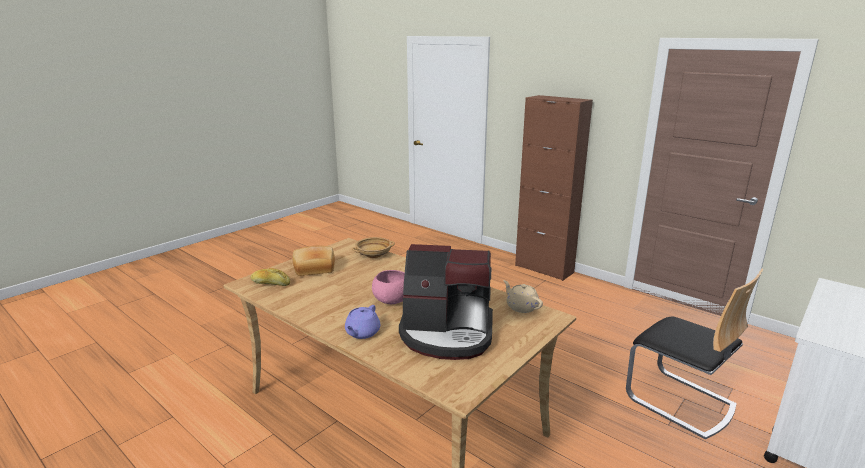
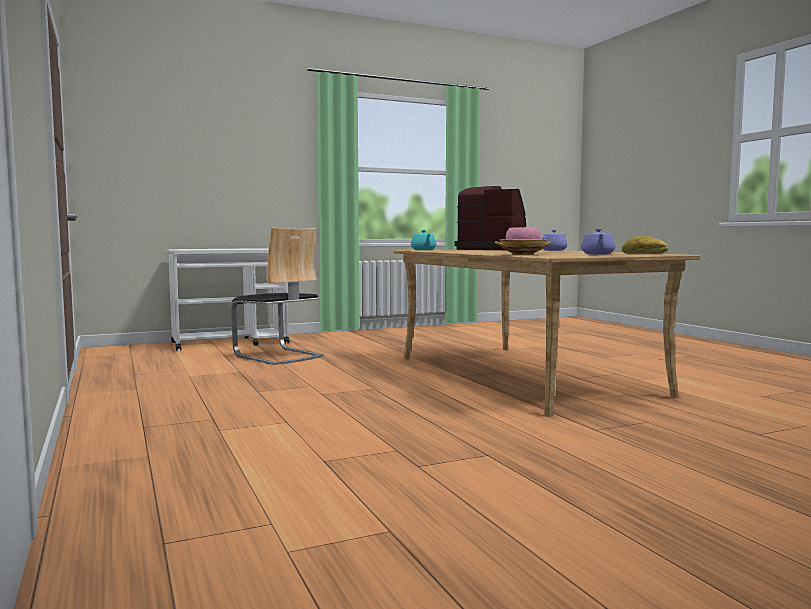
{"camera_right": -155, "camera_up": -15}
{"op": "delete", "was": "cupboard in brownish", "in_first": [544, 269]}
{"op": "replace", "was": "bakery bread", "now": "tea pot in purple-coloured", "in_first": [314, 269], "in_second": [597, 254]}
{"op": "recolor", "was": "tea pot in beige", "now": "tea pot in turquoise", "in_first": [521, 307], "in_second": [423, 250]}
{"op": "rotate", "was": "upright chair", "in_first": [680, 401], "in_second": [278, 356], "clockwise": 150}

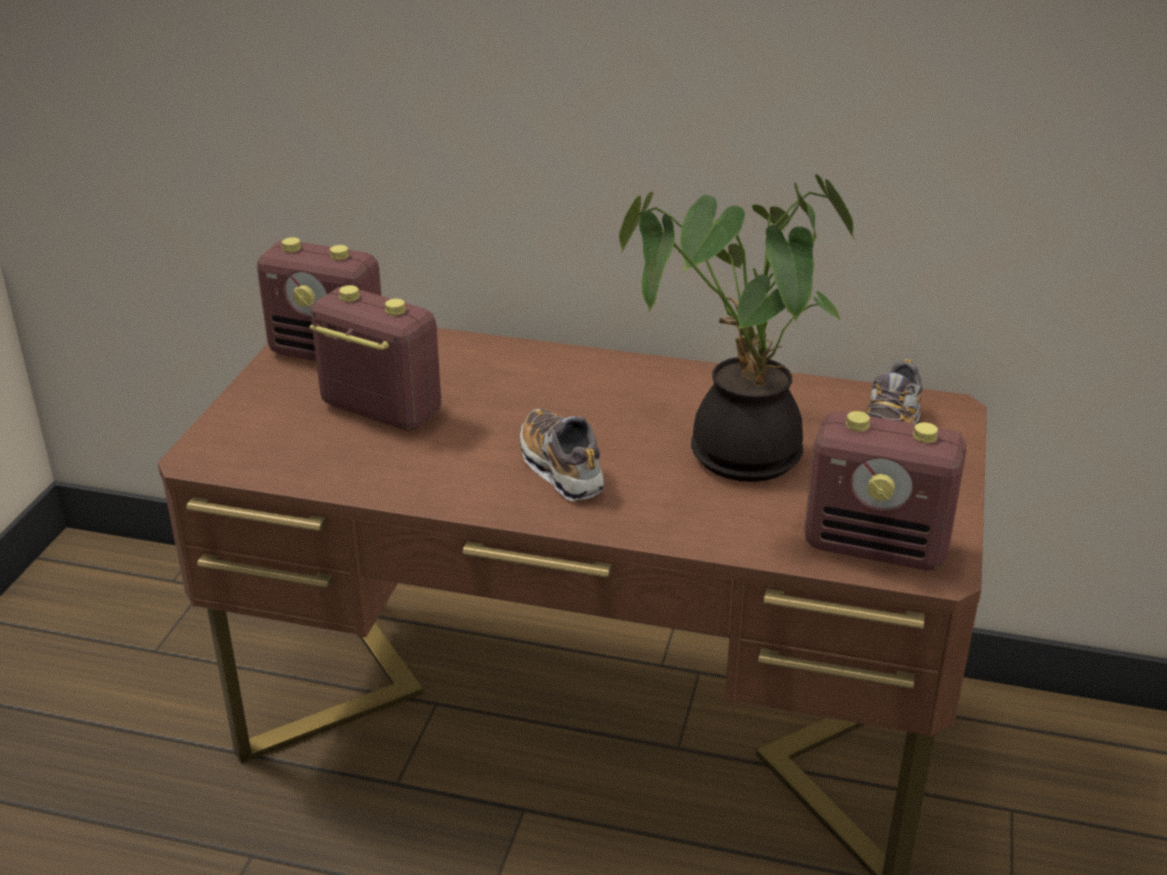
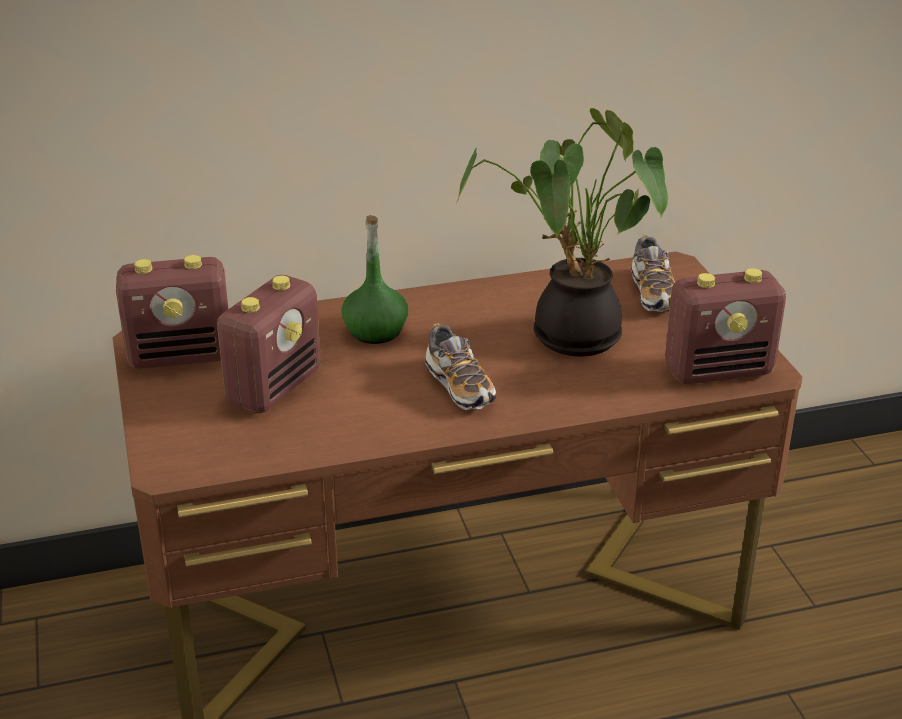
{"camera_right": -30, "camera_up": 0}
{"op": "insert", "now": "bottle in green-coloured", "in_second": [376, 331]}
{"op": "rotate", "was": "radio set", "in_first": [379, 410], "in_second": [274, 387], "clockwise": 120}
{"op": "rotate", "was": "shoe", "in_first": [561, 468], "in_second": [459, 386], "clockwise": -150}

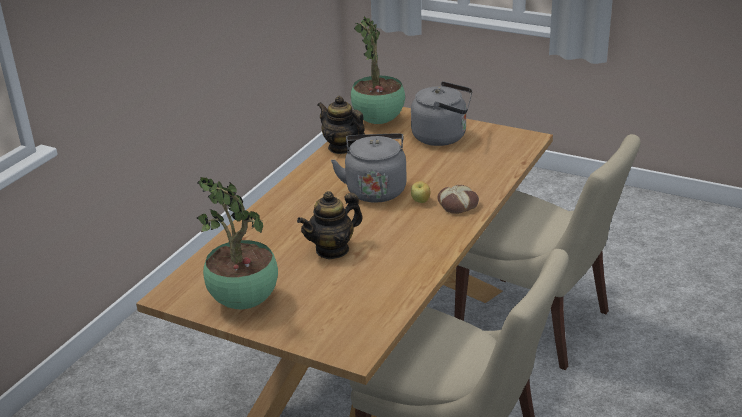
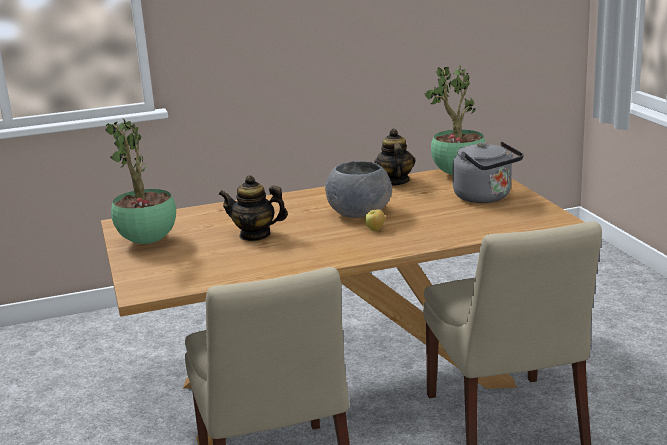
{"camera_right": 45, "camera_up": -10}
{"op": "delete", "was": "bakery bread", "in_first": [458, 204]}
{"op": "replace", "was": "tea kettle in gray", "now": "bowl in gray", "in_first": [375, 189], "in_second": [360, 212]}

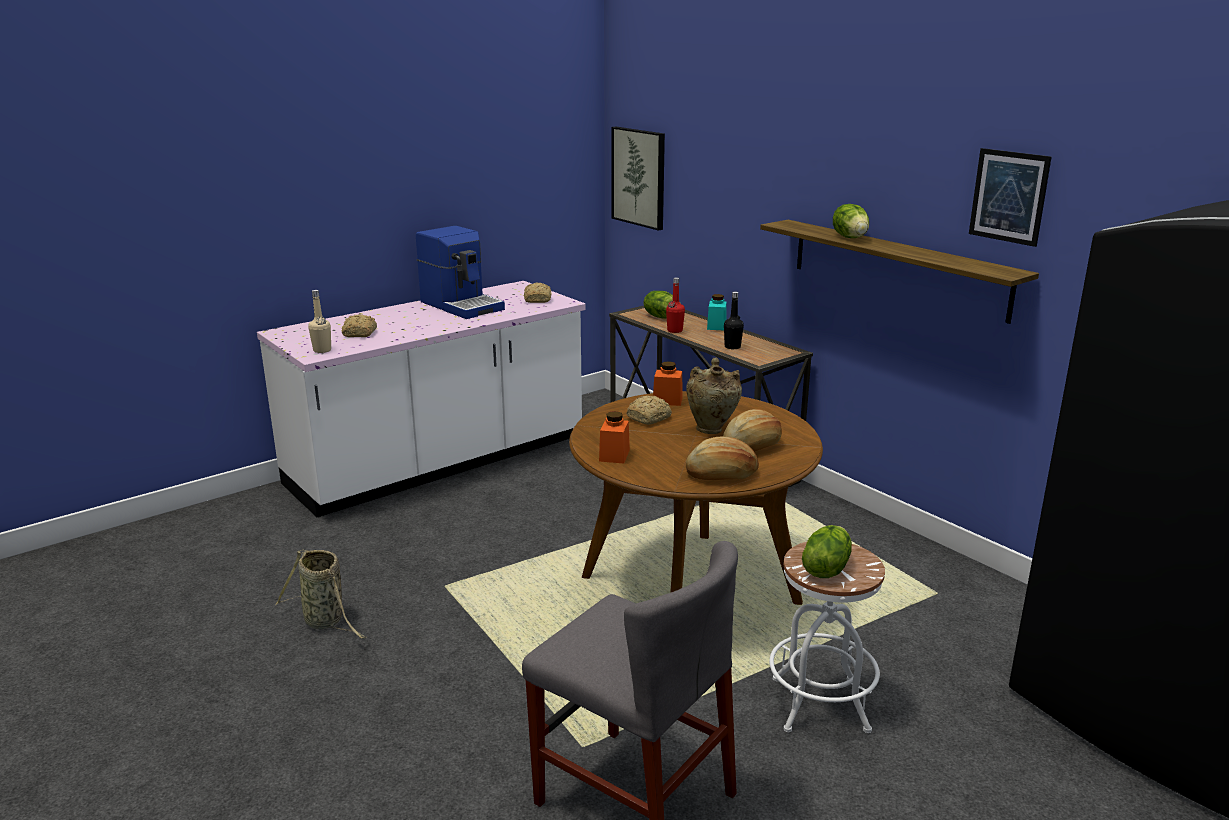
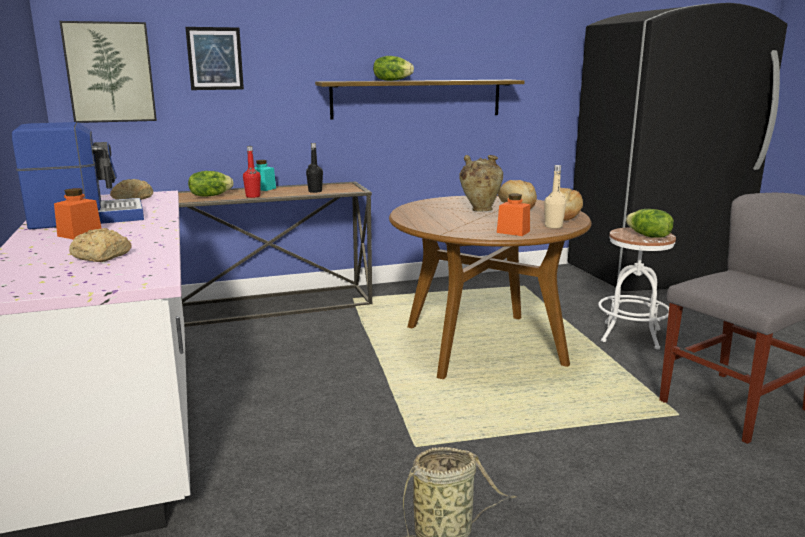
{"camera_right": -70, "camera_up": -5}
{"op": "delete", "was": "bakery bread", "in_first": [650, 418]}
{"op": "move", "was": "bottle in beige", "in_first": [322, 350], "in_second": [553, 226]}
{"op": "move", "was": "storage jar in orange-coloured", "in_first": [667, 400], "in_second": [80, 234]}
{"op": "move", "was": "wall picture", "in_first": [1008, 196], "in_second": [215, 58]}

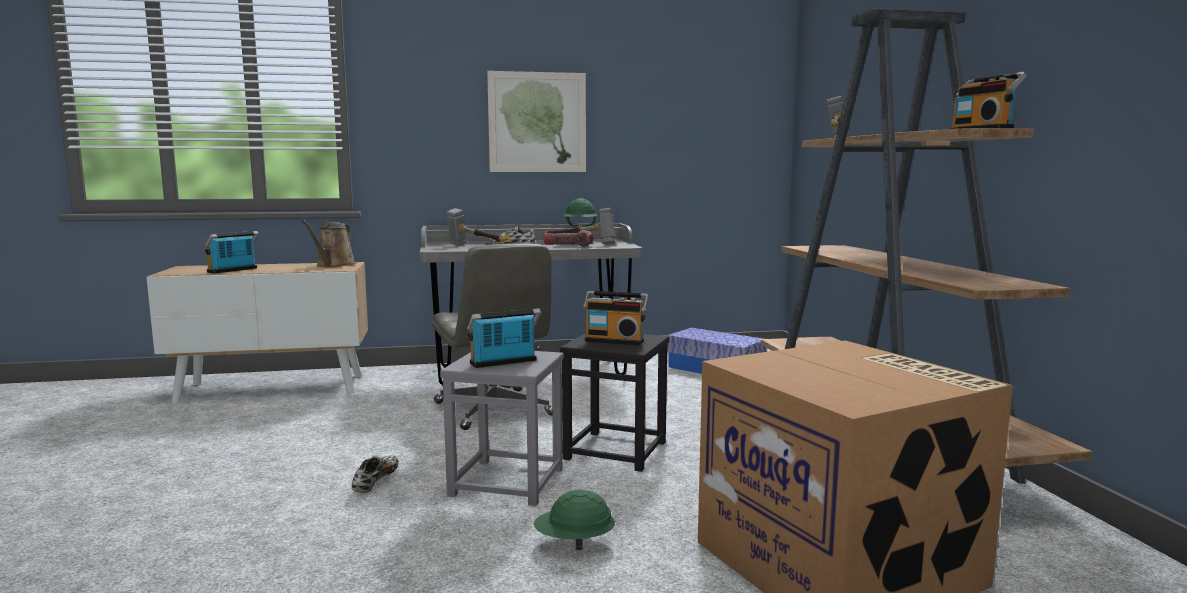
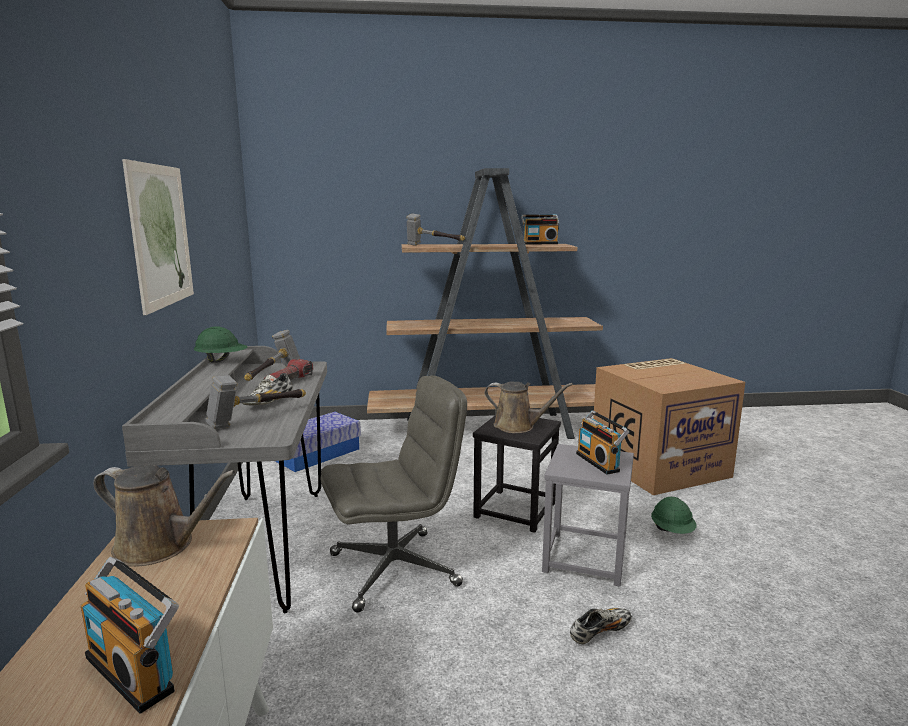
{"camera_right": -85, "camera_up": 5}
{"op": "replace", "was": "radio set", "now": "watering can in brownish", "in_first": [615, 341], "in_second": [518, 426]}
{"op": "rotate", "was": "shoe", "in_first": [376, 481], "in_second": [600, 632], "clockwise": 135}

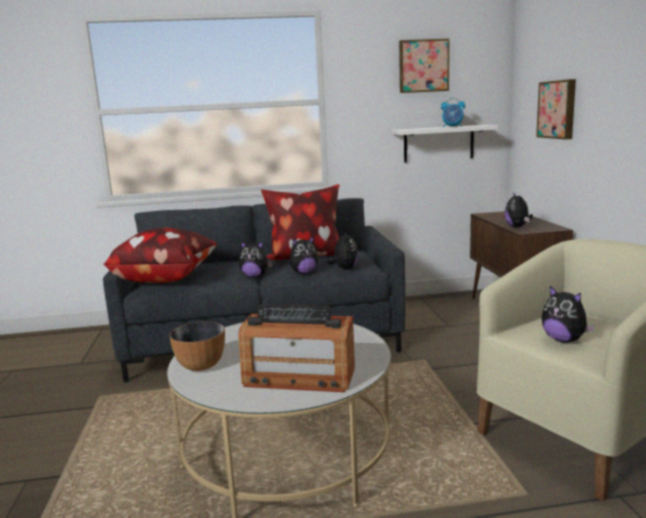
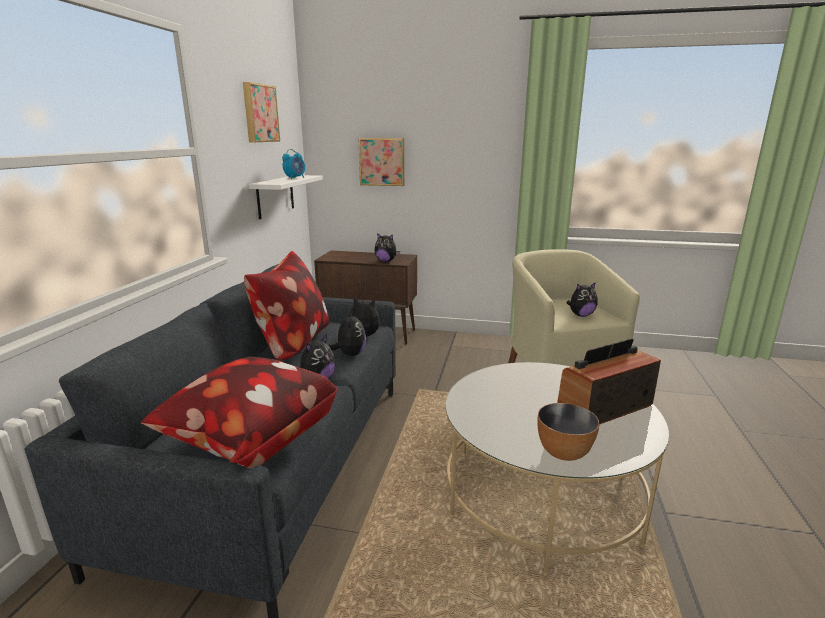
{"camera_right": -70, "camera_up": 5}
{"op": "rotate", "was": "radio set", "in_first": [299, 377], "in_second": [604, 407], "clockwise": -150}

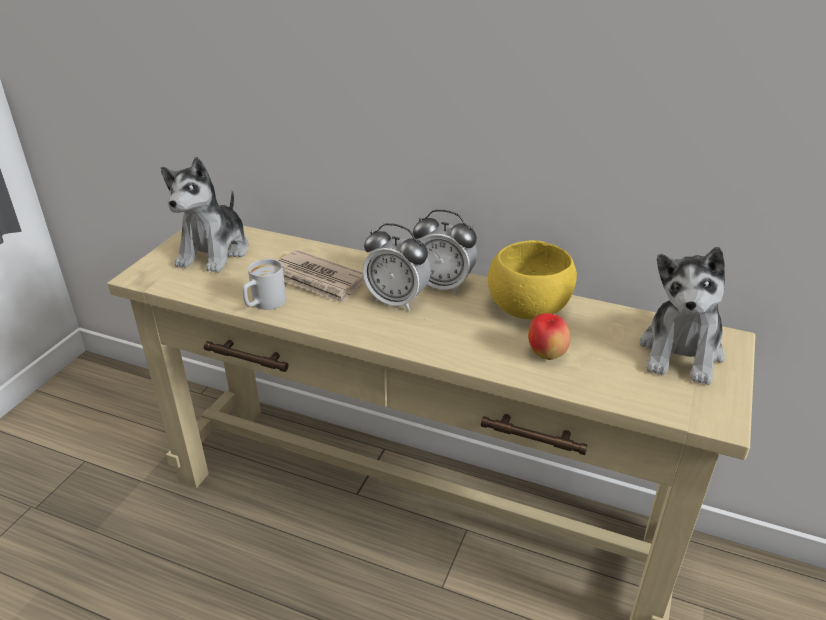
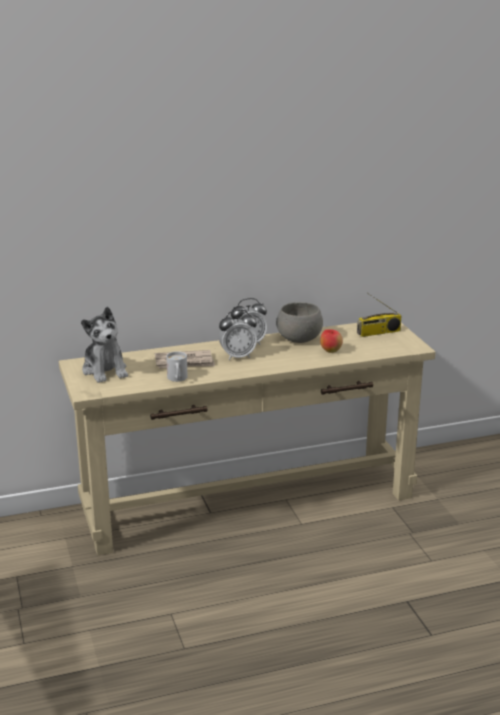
{"camera_right": -40, "camera_up": -10}
{"op": "replace", "was": "plush toy", "now": "radio set", "in_first": [681, 352], "in_second": [378, 332]}
{"op": "recolor", "was": "bowl in yellowish", "now": "bowl in gray", "in_first": [527, 308], "in_second": [298, 339]}

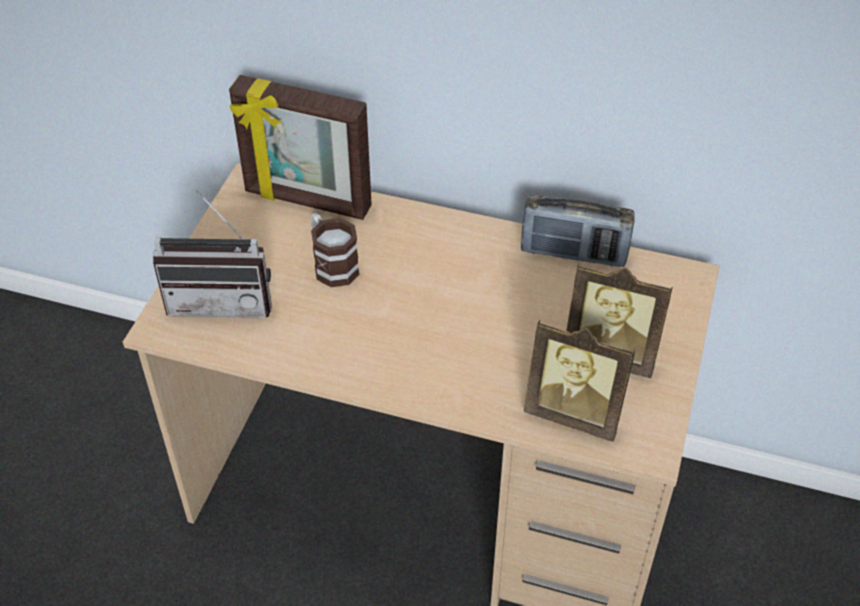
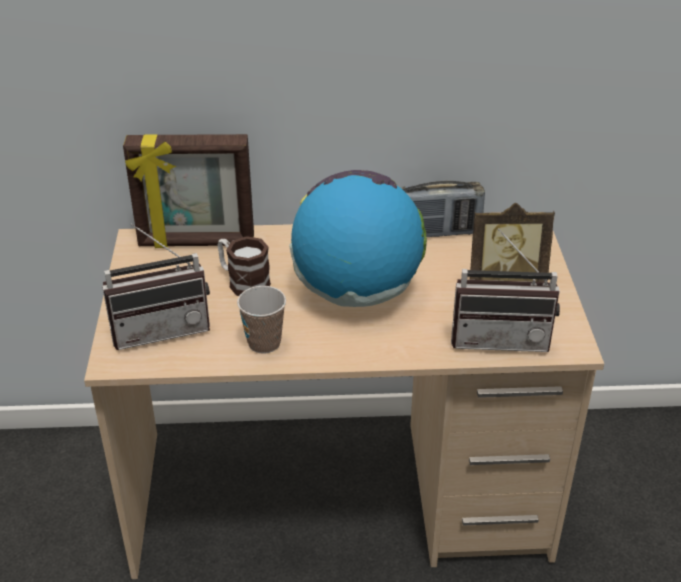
{"camera_right": -20, "camera_up": -10}
{"op": "insert", "now": "cup", "in_second": [264, 343]}
{"op": "insert", "now": "world globe", "in_second": [357, 292]}
{"op": "replace", "was": "standing frame", "now": "radio set", "in_first": [574, 413], "in_second": [500, 337]}

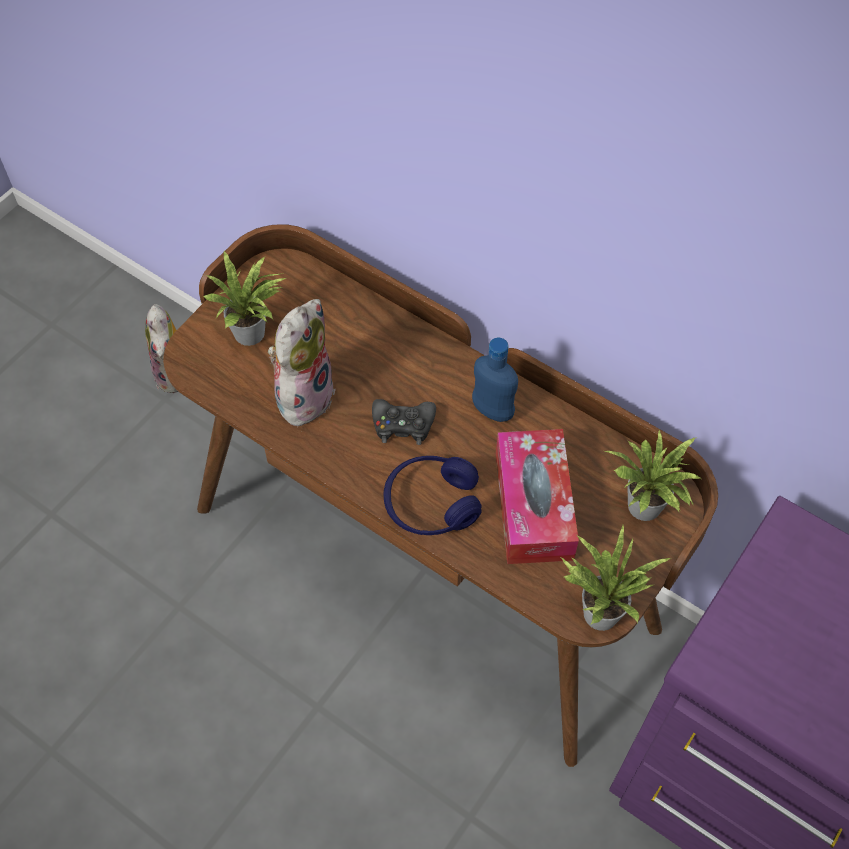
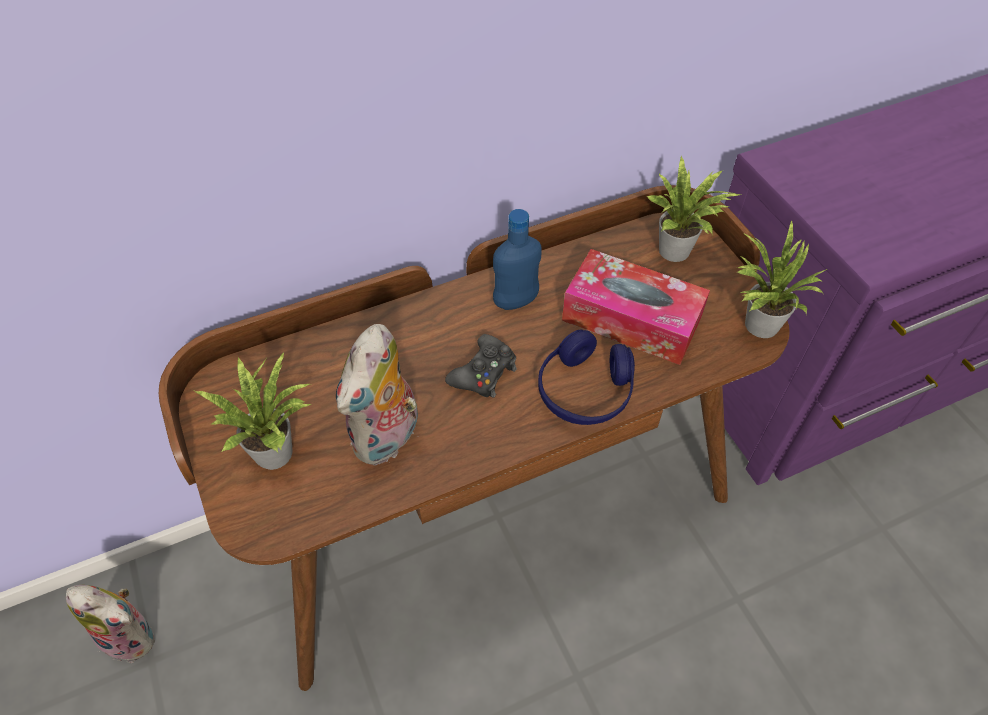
{"camera_right": -60, "camera_up": -5}
{"op": "rotate", "was": "plush toy", "in_first": [303, 394], "in_second": [388, 438], "clockwise": -120}

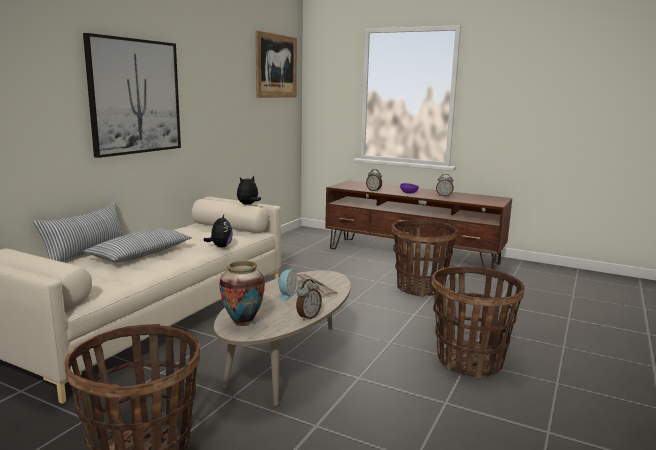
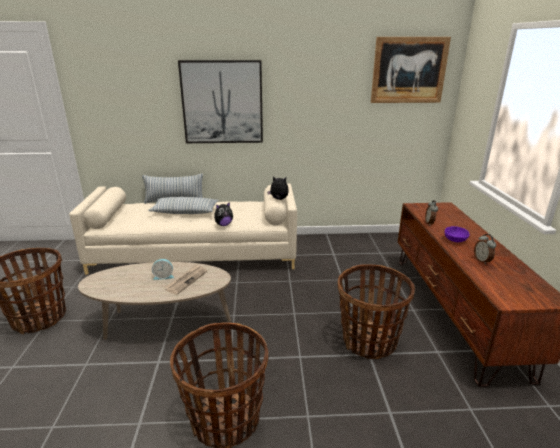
{"camera_right": 60, "camera_up": 10}
{"op": "delete", "was": "flower vase", "in_first": [242, 323]}
{"op": "delete", "was": "table clock", "in_first": [308, 317]}

